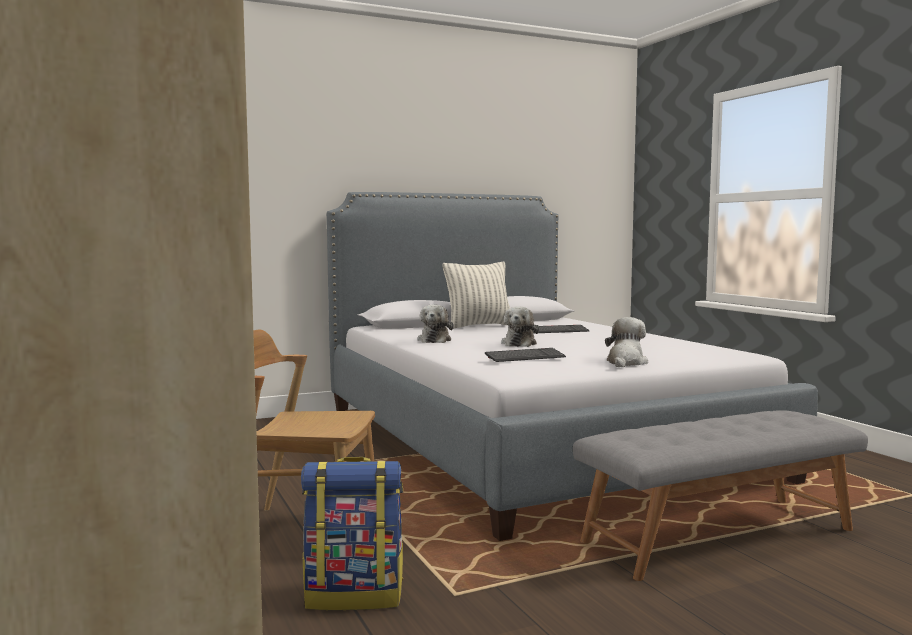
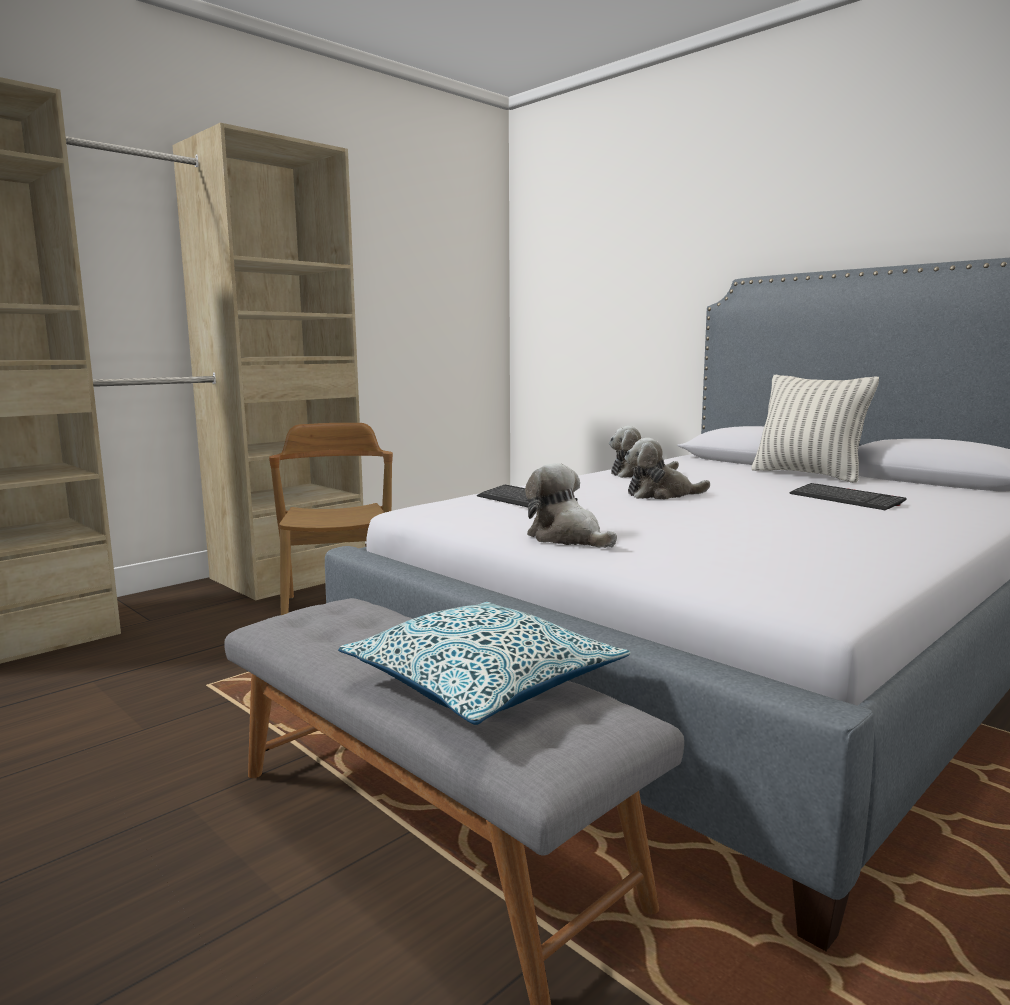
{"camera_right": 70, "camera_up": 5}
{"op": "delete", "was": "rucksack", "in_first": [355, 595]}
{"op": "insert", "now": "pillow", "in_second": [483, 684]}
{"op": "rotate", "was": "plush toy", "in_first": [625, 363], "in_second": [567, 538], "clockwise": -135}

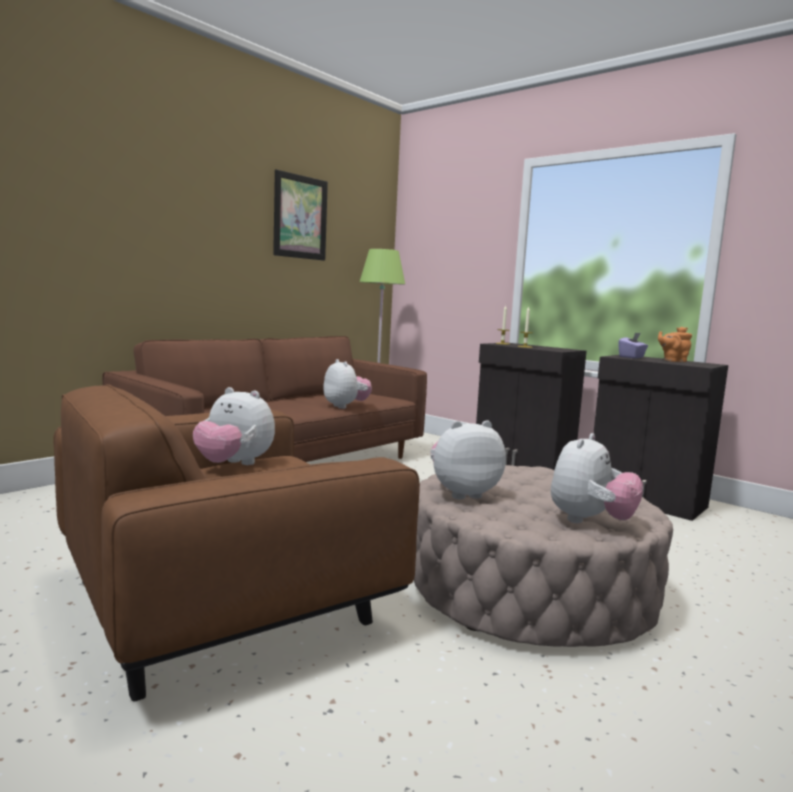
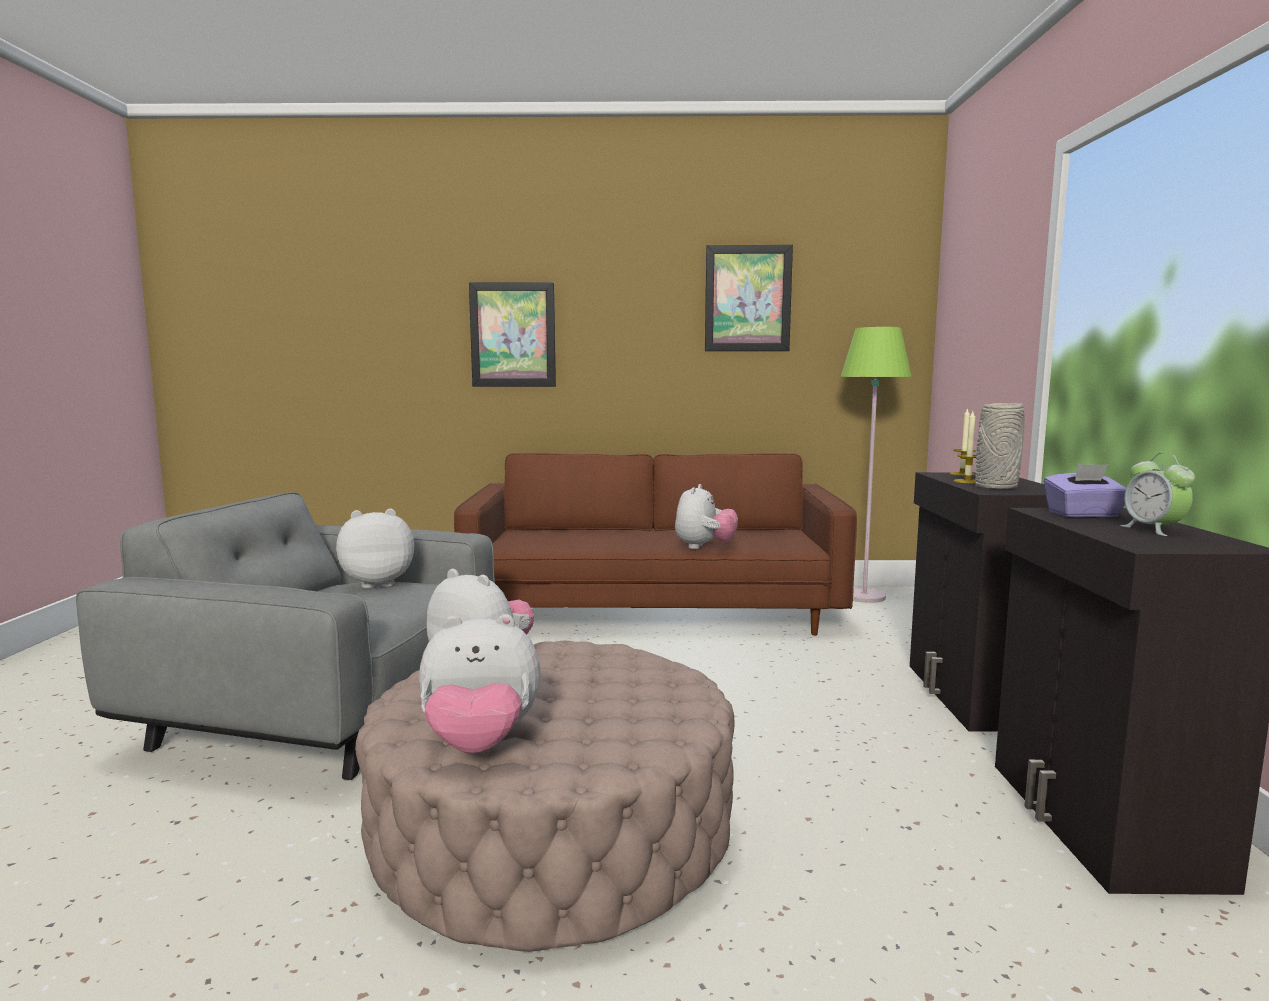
{"camera_right": 50, "camera_up": 0}
{"op": "insert", "now": "wall picture", "in_second": [513, 335]}
{"op": "insert", "now": "flower vase in gray", "in_second": [995, 487]}
{"op": "replace", "was": "tea pot in orange-coloured", "now": "table clock", "in_first": [673, 361], "in_second": [1153, 530]}
{"op": "recolor", "was": "armchair in brownish", "now": "armchair in gray", "in_first": [223, 601], "in_second": [324, 712]}
{"op": "rotate", "was": "plush toy", "in_first": [234, 465], "in_second": [378, 583], "clockwise": 90}

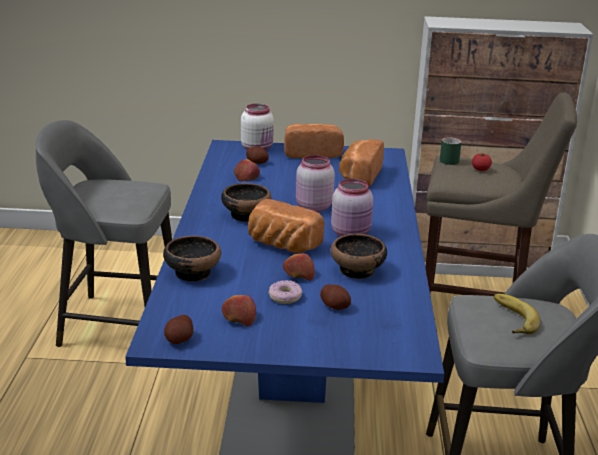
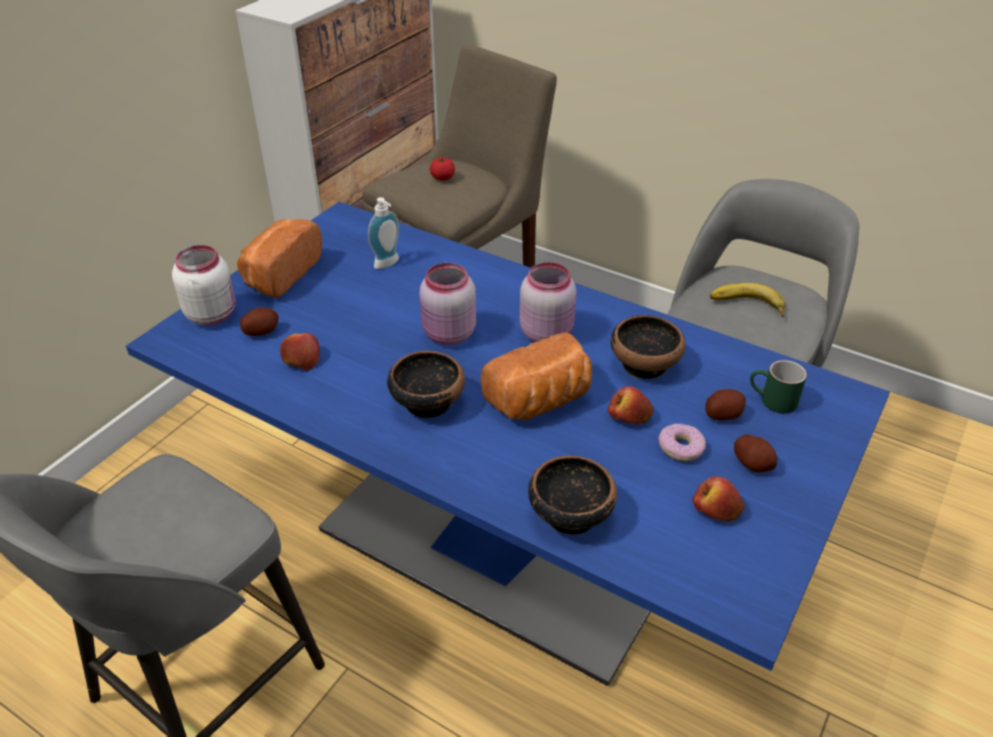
{"camera_right": -60, "camera_up": 15}
{"op": "move", "was": "potato", "in_first": [179, 339], "in_second": [753, 463]}
{"op": "move", "was": "tea mug in green-coloured", "in_first": [447, 159], "in_second": [771, 401]}
{"op": "replace", "was": "bakery bread", "now": "soap dispenser", "in_first": [359, 176], "in_second": [388, 264]}

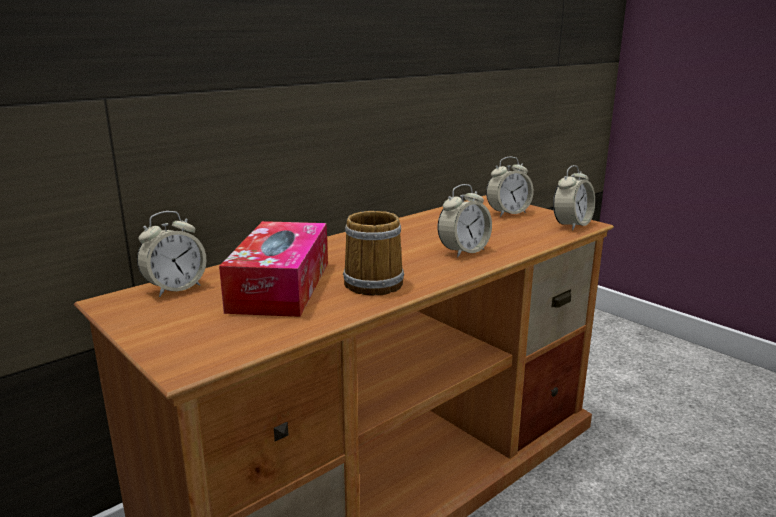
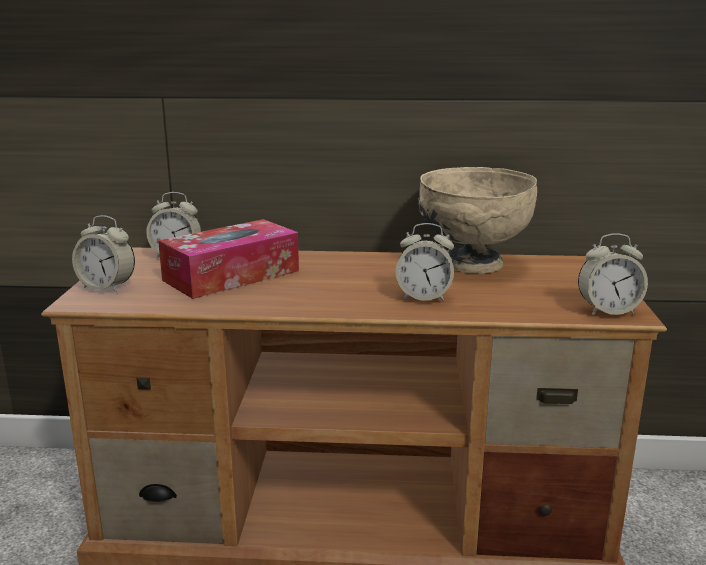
{"camera_right": 45, "camera_up": 0}
{"op": "delete", "was": "tea mug", "in_first": [375, 281]}
{"op": "insert", "now": "bowl in beige", "in_second": [471, 264]}
{"op": "move", "was": "table clock", "in_first": [508, 213], "in_second": [107, 287]}

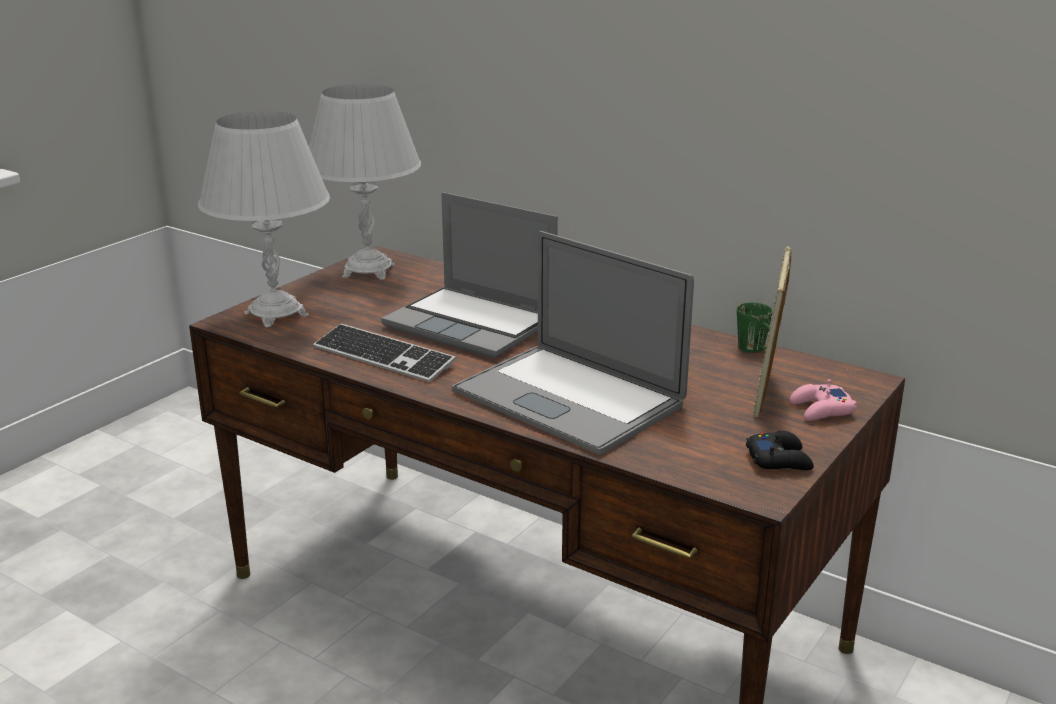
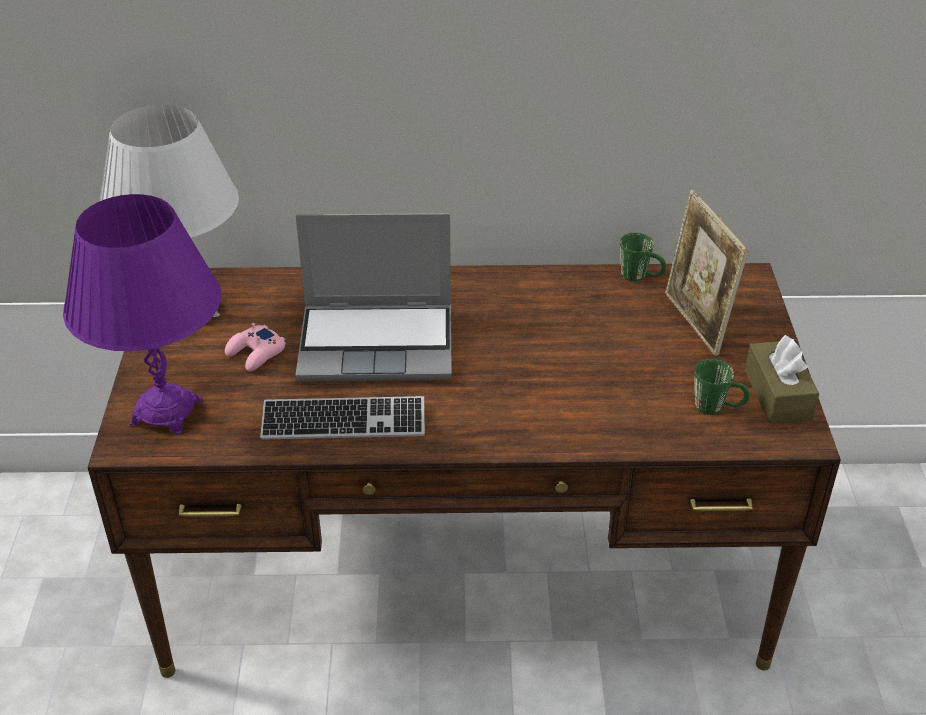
{"camera_right": -35, "camera_up": 15}
{"op": "delete", "was": "laptop", "in_first": [568, 398]}
{"op": "insert", "now": "tea mug in green-coloured", "in_second": [717, 407]}
{"op": "move", "was": "game controller in pink", "in_first": [821, 410], "in_second": [256, 353]}
{"op": "replace", "was": "game controller in black-coloured", "now": "box of tissues in brownish", "in_first": [779, 459], "in_second": [777, 395]}
{"op": "recolor", "was": "table lamp in white-coloured", "now": "table lamp in purple-coloured", "in_first": [276, 315], "in_second": [166, 412]}

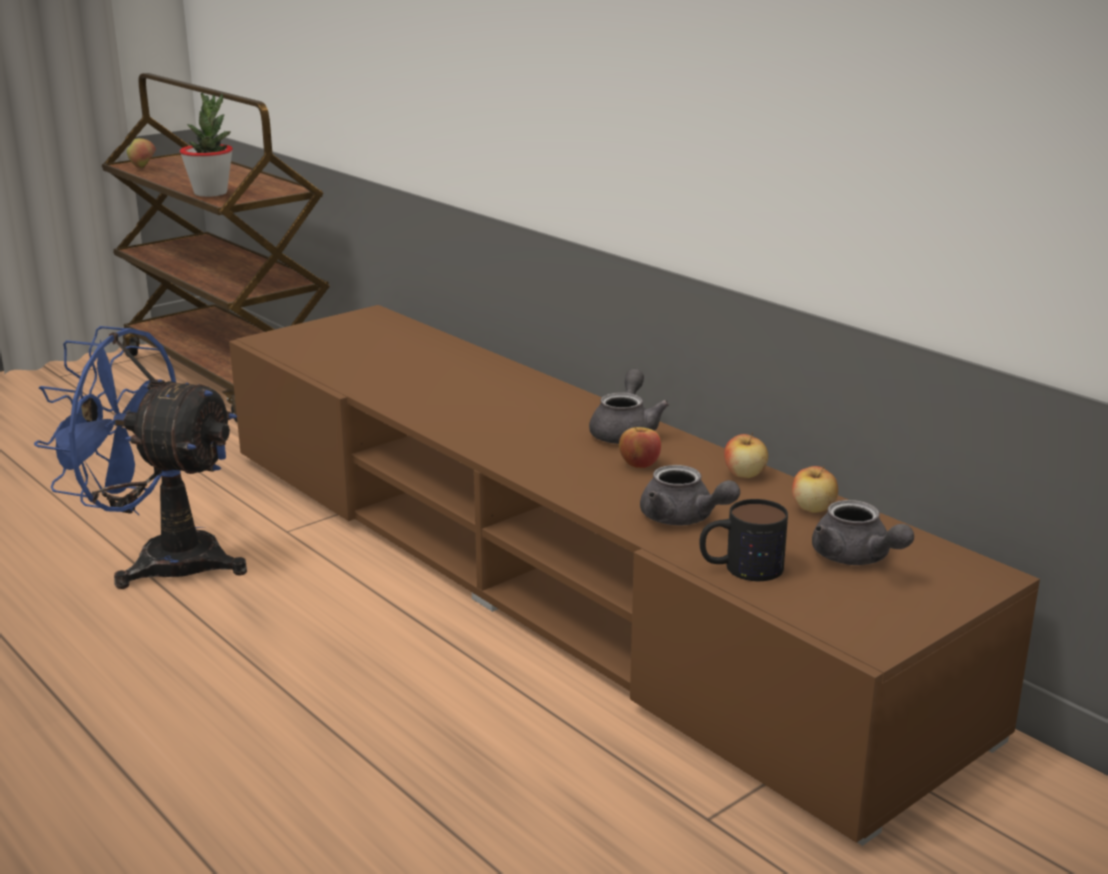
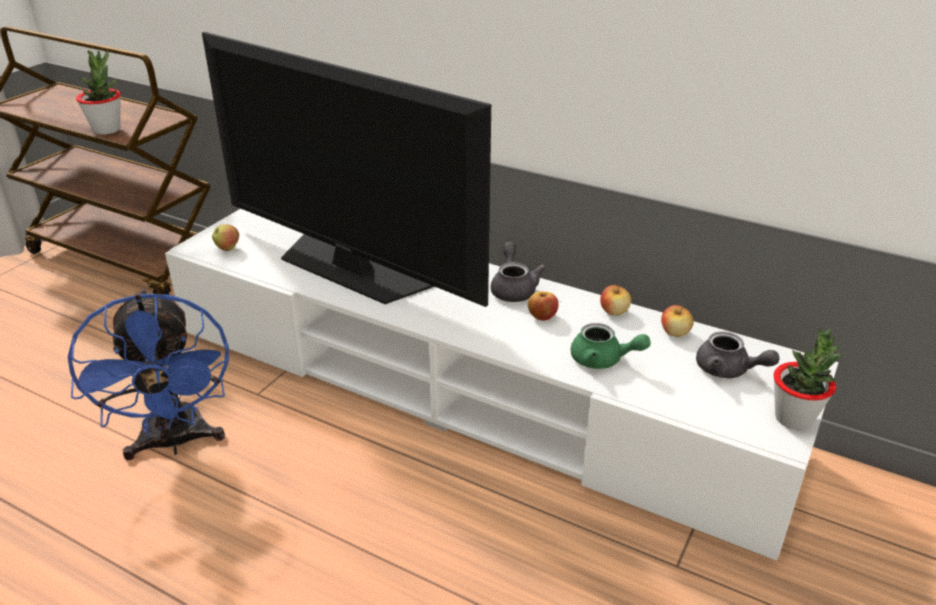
{"camera_right": -20, "camera_up": 10}
{"op": "delete", "was": "tea mug", "in_first": [740, 568]}
{"op": "insert", "now": "TV", "in_second": [352, 268]}
{"op": "insert", "now": "houseplant", "in_second": [794, 418]}
{"op": "move", "was": "whole apple", "in_first": [143, 168], "in_second": [228, 249]}
{"op": "recolor", "was": "tv unit in brownish", "now": "tv unit in white-coloured", "in_first": [555, 575], "in_second": [469, 390]}
{"op": "recolor", "was": "tea pot in gray", "now": "tea pot in green-coloured", "in_first": [683, 519], "in_second": [603, 360]}
{"op": "rotate", "was": "electric fan in blue-coloured", "in_first": [161, 560], "in_second": [175, 442], "clockwise": -105}

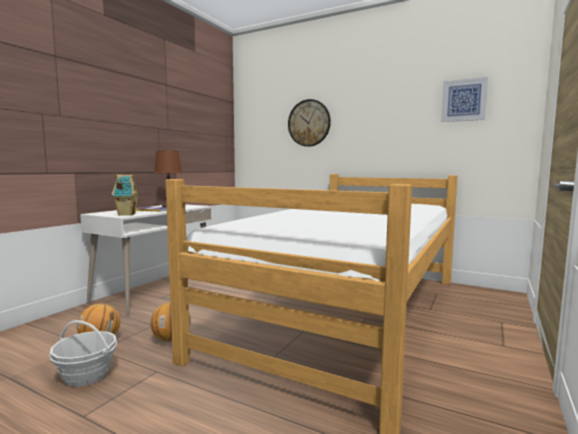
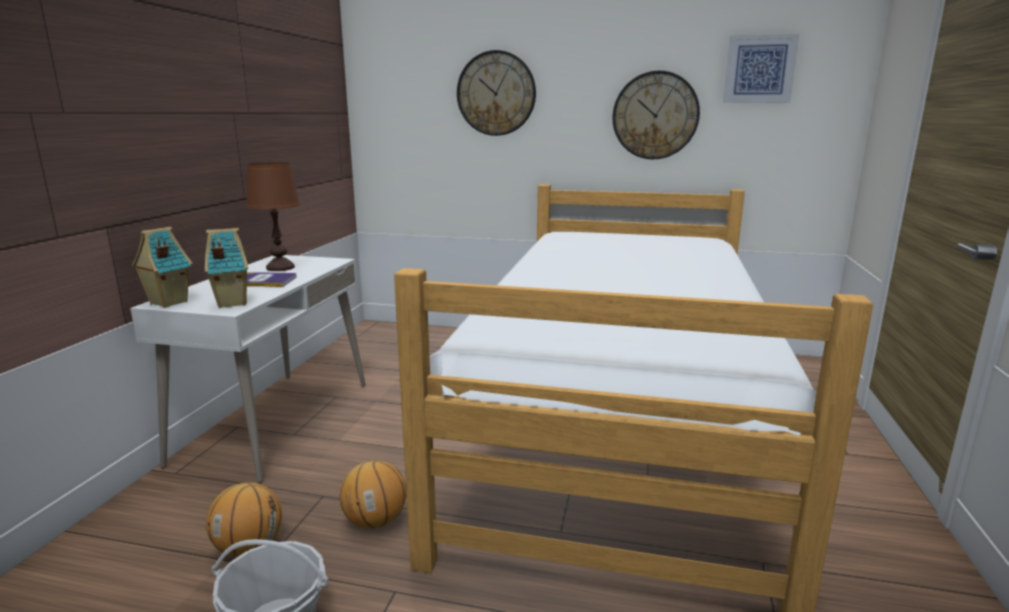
{"camera_right": -15, "camera_up": 10}
{"op": "insert", "now": "model house", "in_second": [167, 303]}
{"op": "insert", "now": "hanging clock", "in_second": [655, 115]}

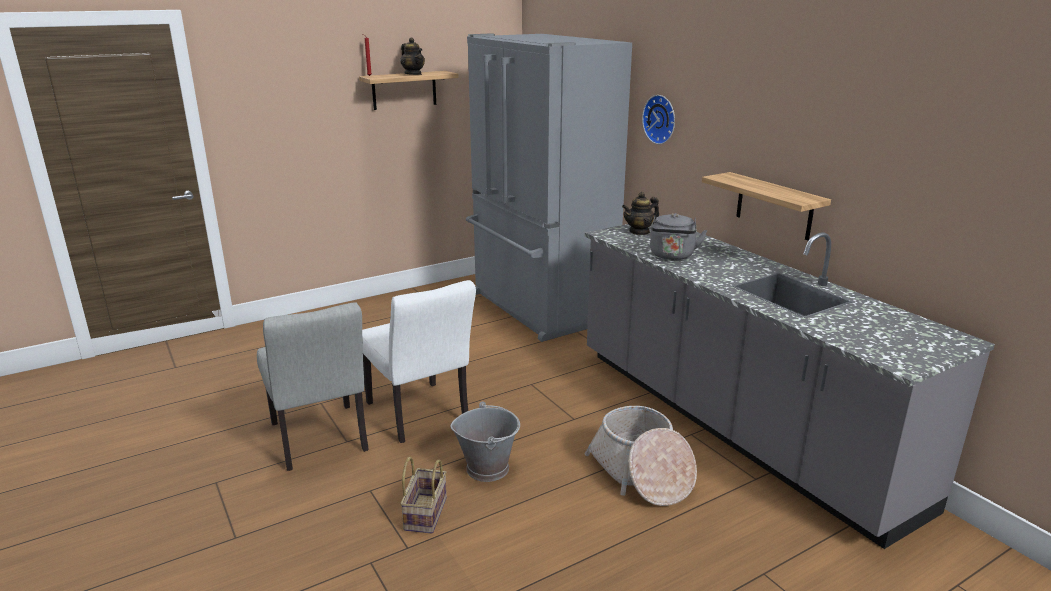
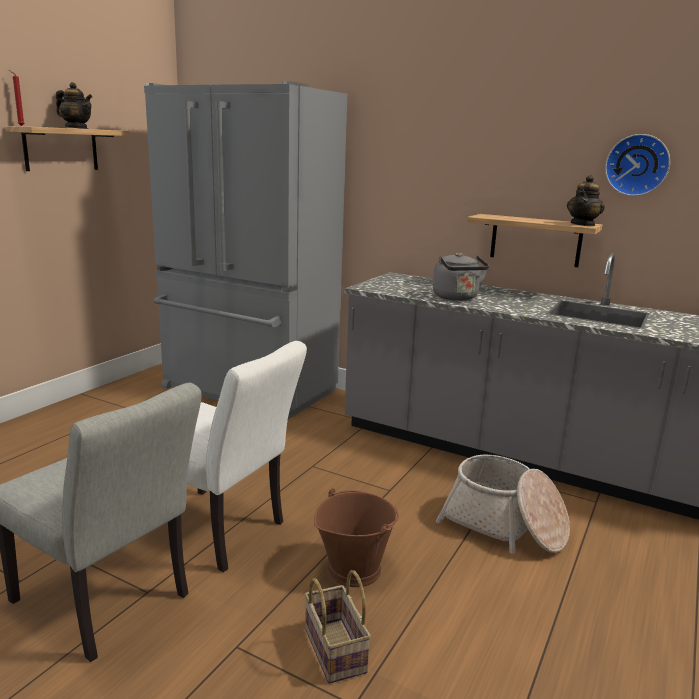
{"camera_right": -30, "camera_up": -5}
{"op": "move", "was": "tea pot", "in_first": [639, 232], "in_second": [583, 224]}
{"op": "move", "was": "hanging clock", "in_first": [661, 119], "in_second": [637, 165]}
{"op": "recolor", "was": "bucket in gray", "now": "bucket in brownish", "in_first": [488, 468], "in_second": [354, 569]}

